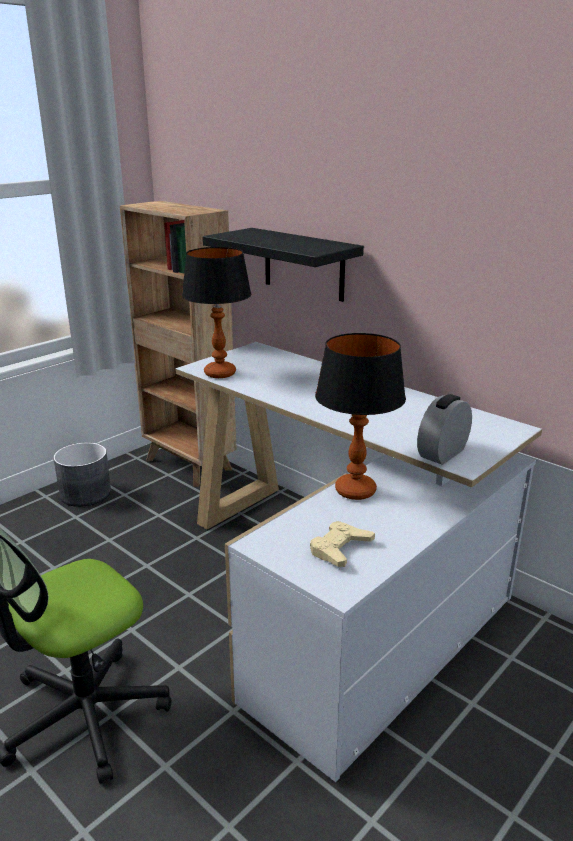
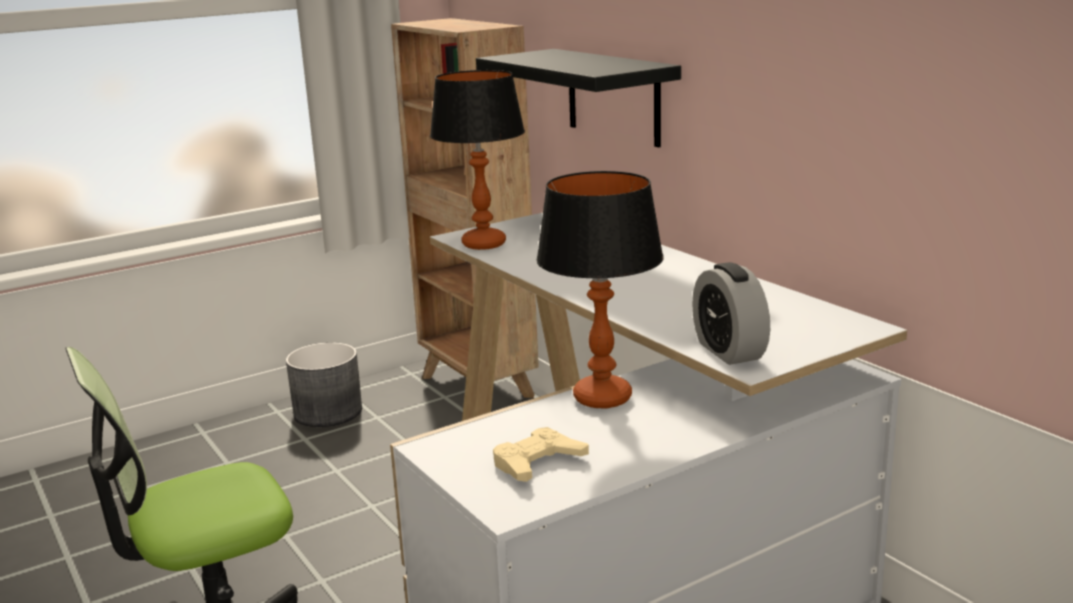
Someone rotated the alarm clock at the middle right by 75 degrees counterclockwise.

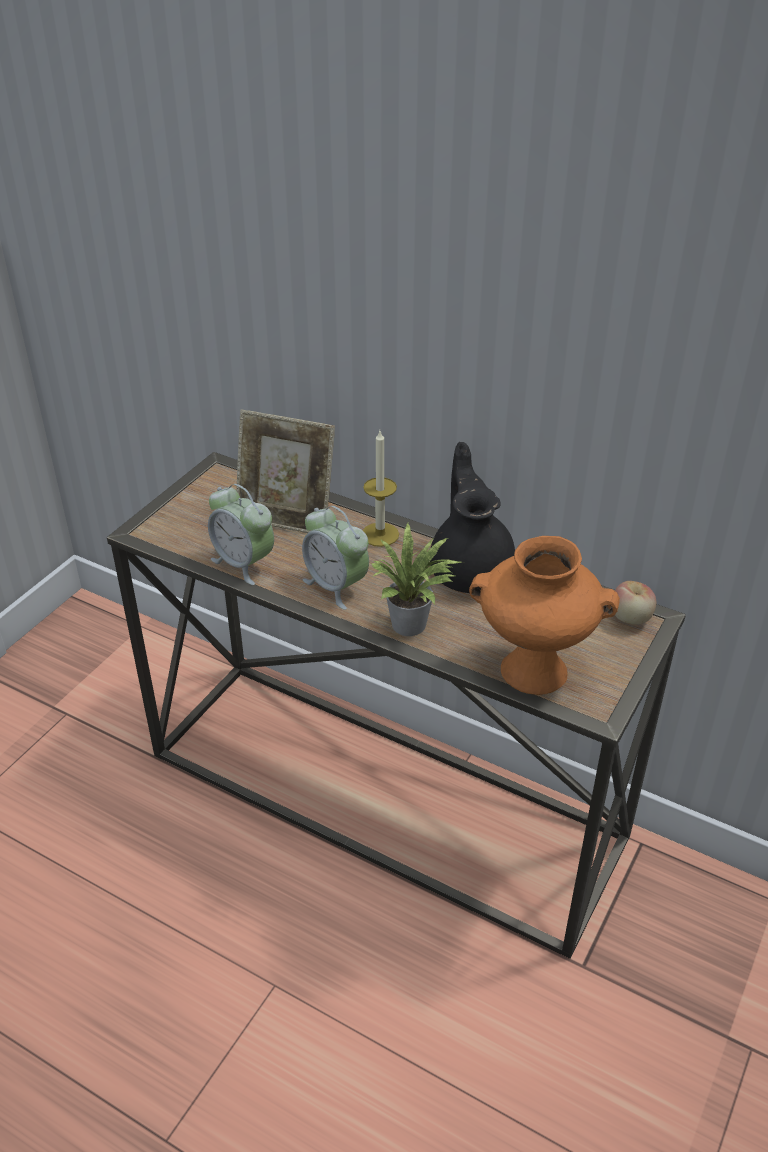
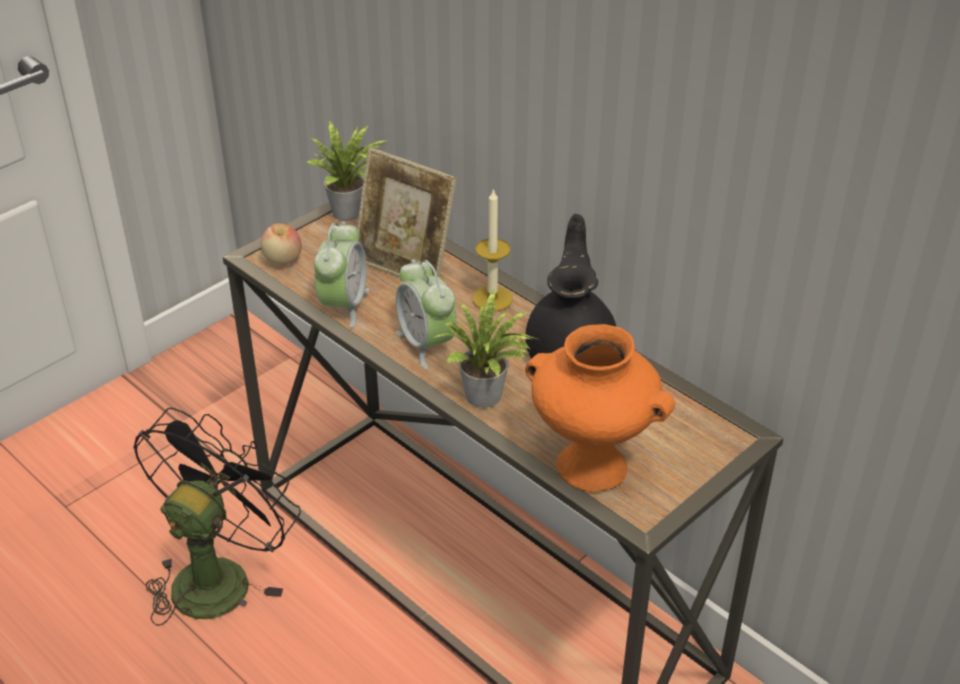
Someone rotated the alarm clock (no. 1 from left) at the middle left by 135 degrees counterclockwise. Someone carried the apple from the middle right to the middle left. Someone put down the black fan at the bottom left. Someone put down the potted plant (no. 1 from left) at the top centre.

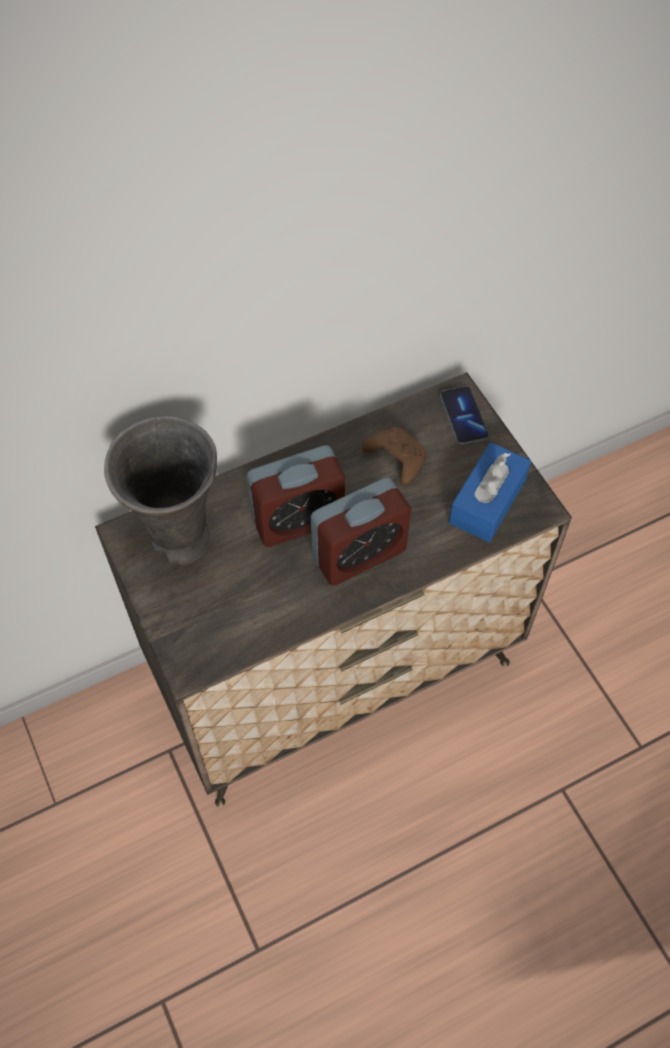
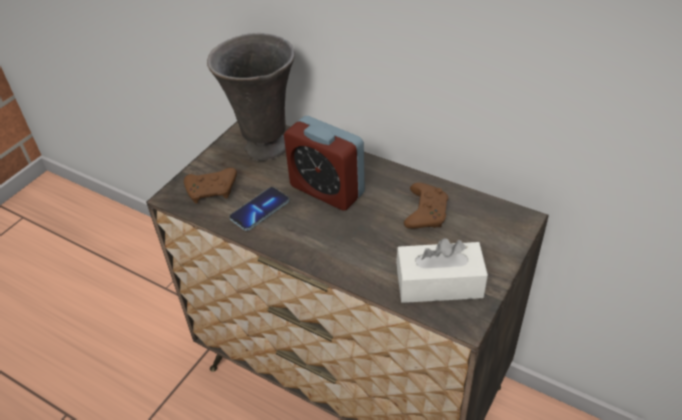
Someone took away the alarm clock (no. 2 from left) at the centre. Someone carried the phone from the middle right to the centre. Someone repainted the blue tissue box at the middle right, which became the white tissue box at the centre. Someone put down the brown game controller (no. 1 from left) at the middle left.

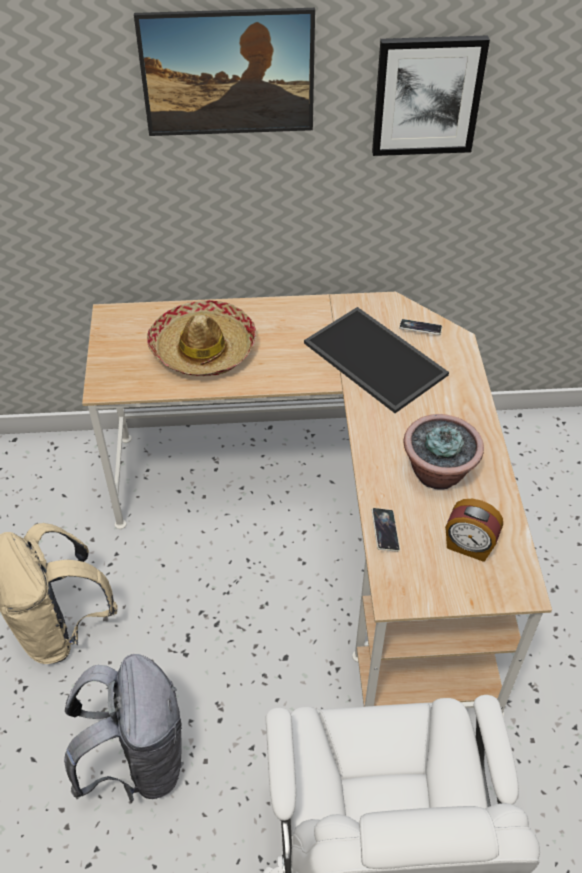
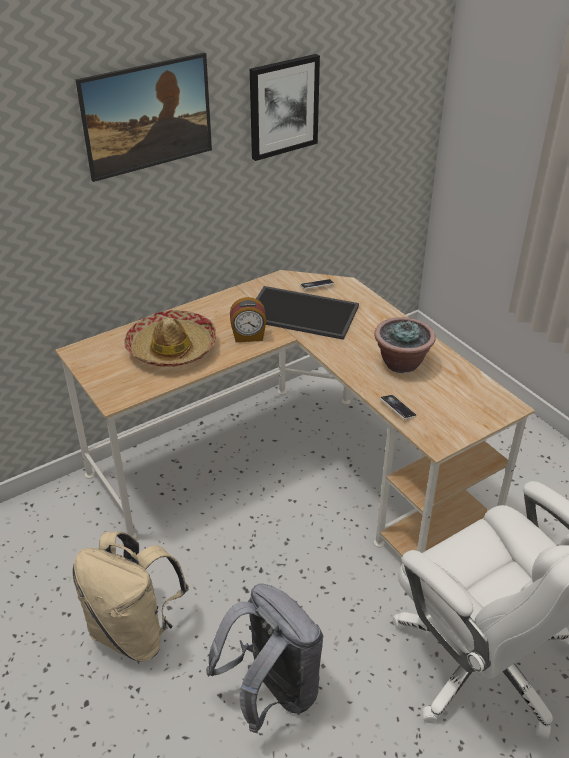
Someone carried the alarm clock from the middle right to the centre.

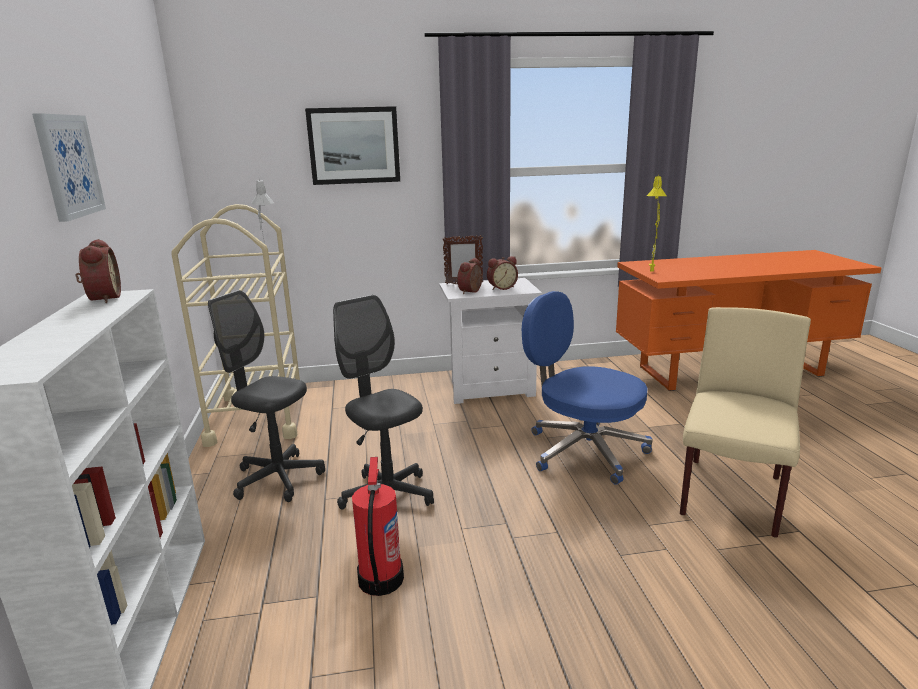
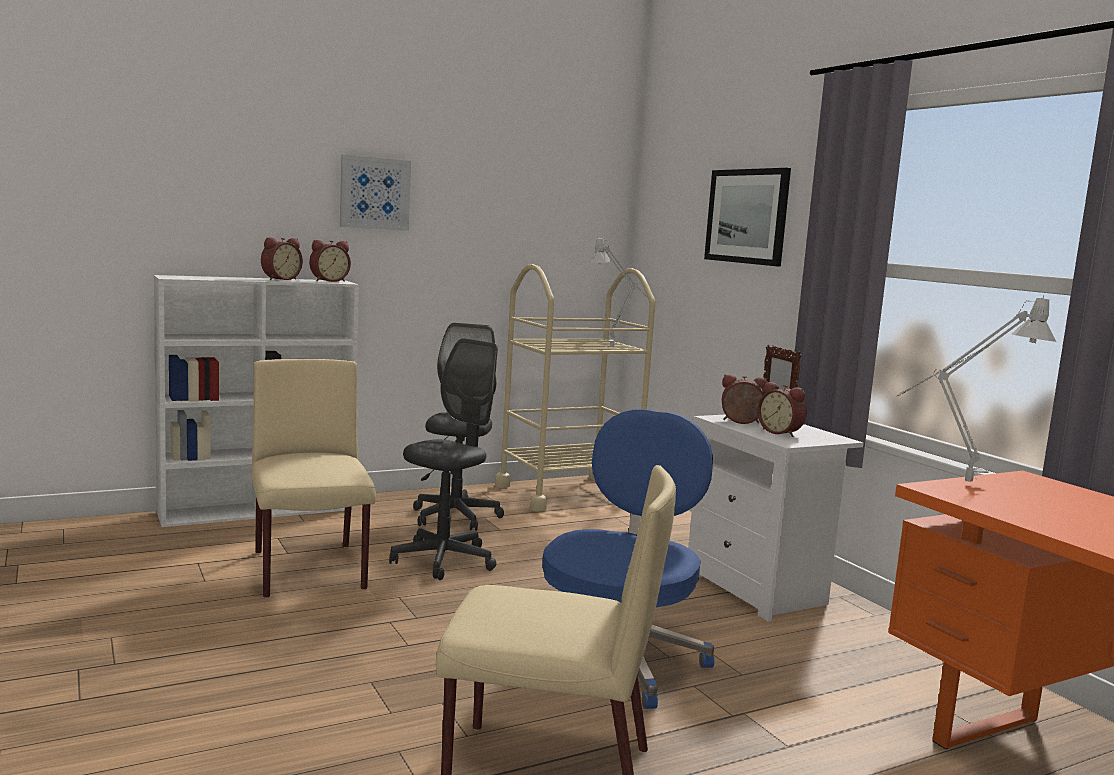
Someone swapped the fire extinguisher at the bottom centre for the beige chair (no. 1 from left) at the middle left. Someone repainted the yellow table lamp at the top right, which became the grey table lamp (no. 2 from left) at the middle right. Someone put down the alarm clock (no. 1 from left) at the top left.

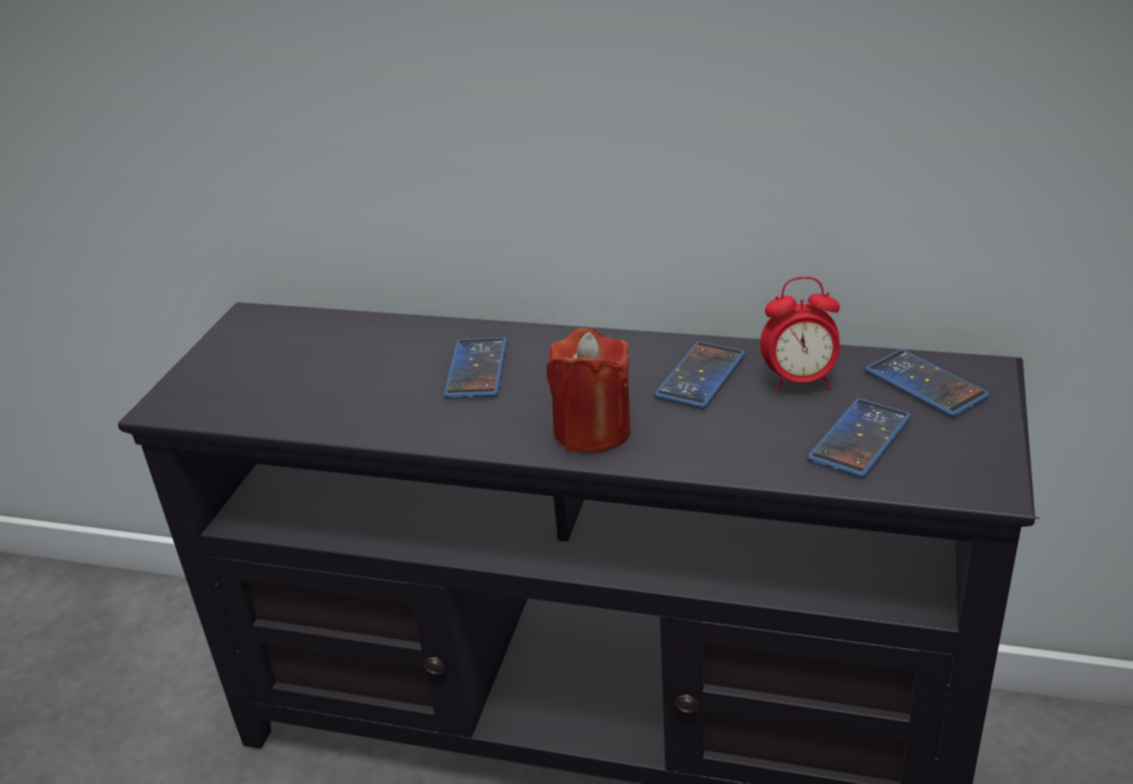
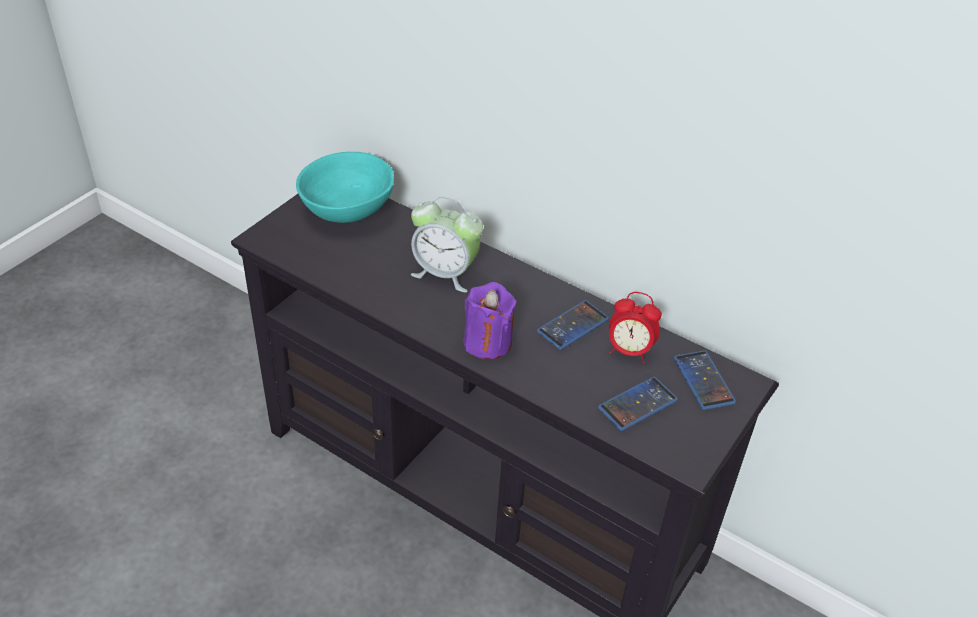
Someone swapped the phone (no. 1 from left) at the centre for the alarm clock (no. 1 from left) at the centre. Someone repainted the red candle at the centre, which became the purple candle at the centre. Someone put down the turquoise bowl at the top centre.

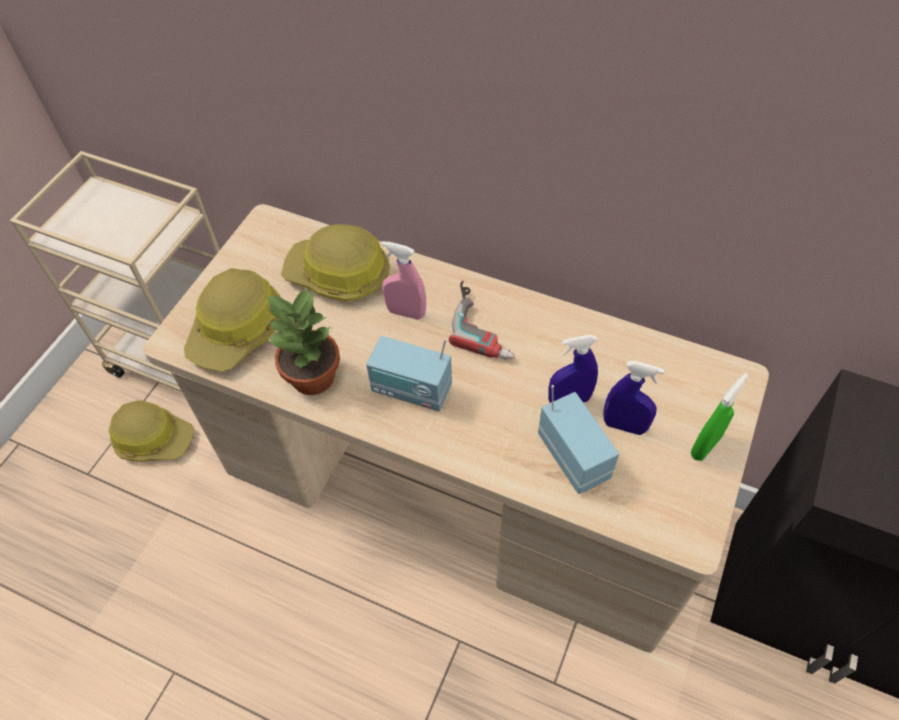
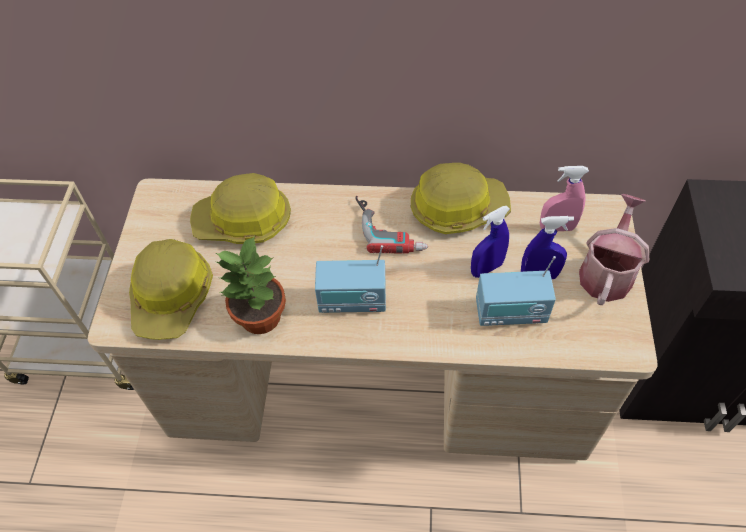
Someone carried the hard hat (no. 1 from left in the first image) from the middle left to the centre. Someone carried the pink spray bottle from the centre to the middle right. Someone rotated the radio (no. 2 from left) at the centre by 135 degrees clockwise. Someone swapped the green spray bottle at the middle right for the watering can at the middle right.

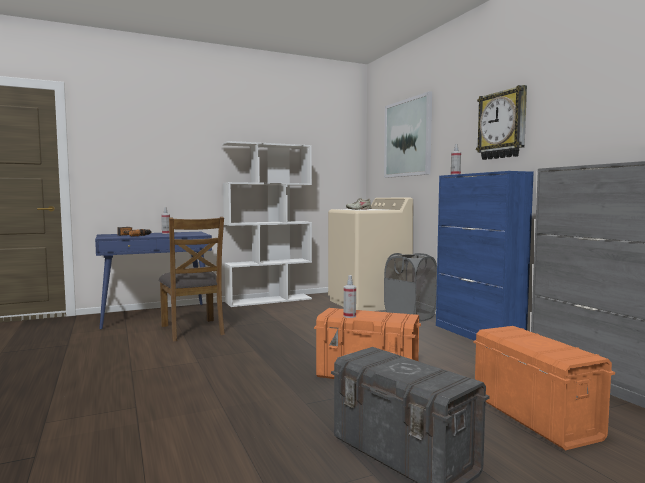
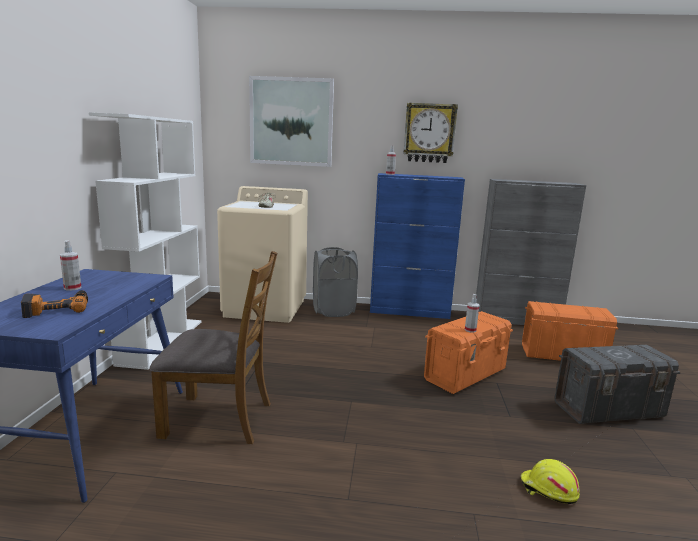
Someone put down the yellow hard hat at the bottom right.

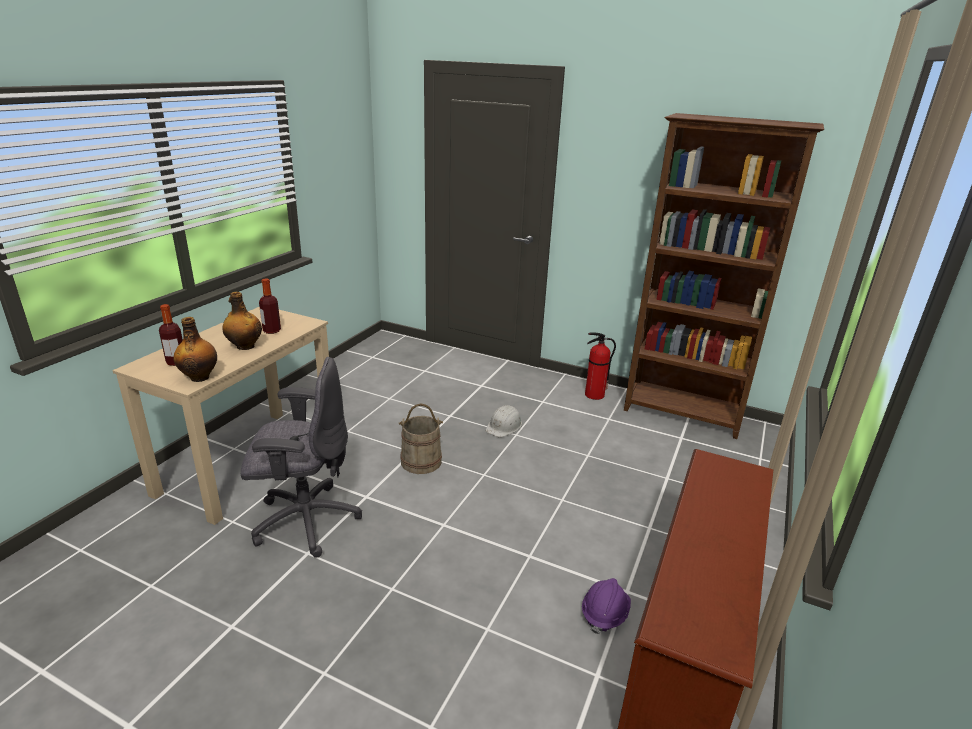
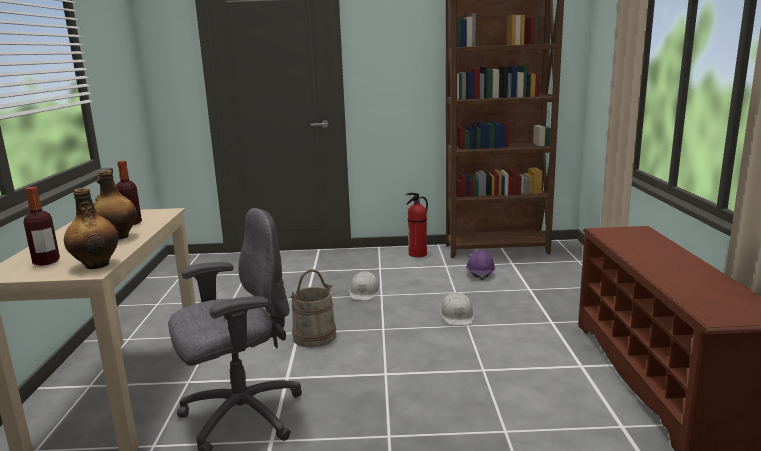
Someone carried the purple hard hat from the bottom centre to the centre. Someone put down the white hard hat (no. 2 from left) at the bottom centre.

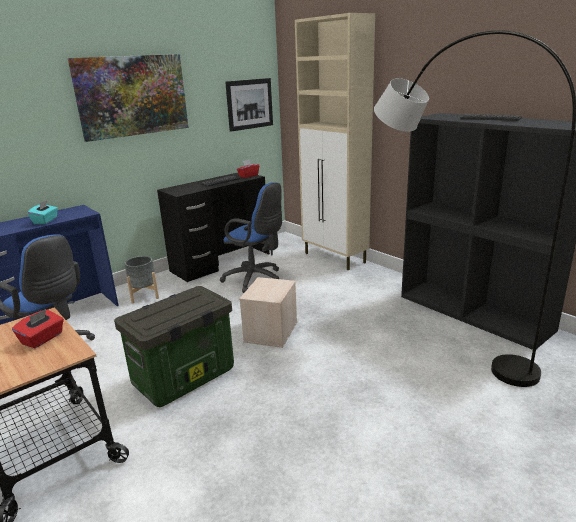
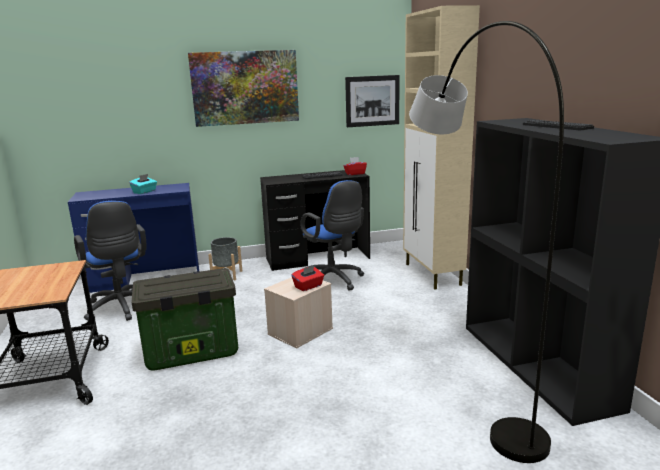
Someone carried the red tissue box (no. 1 from left) from the middle left to the centre.

